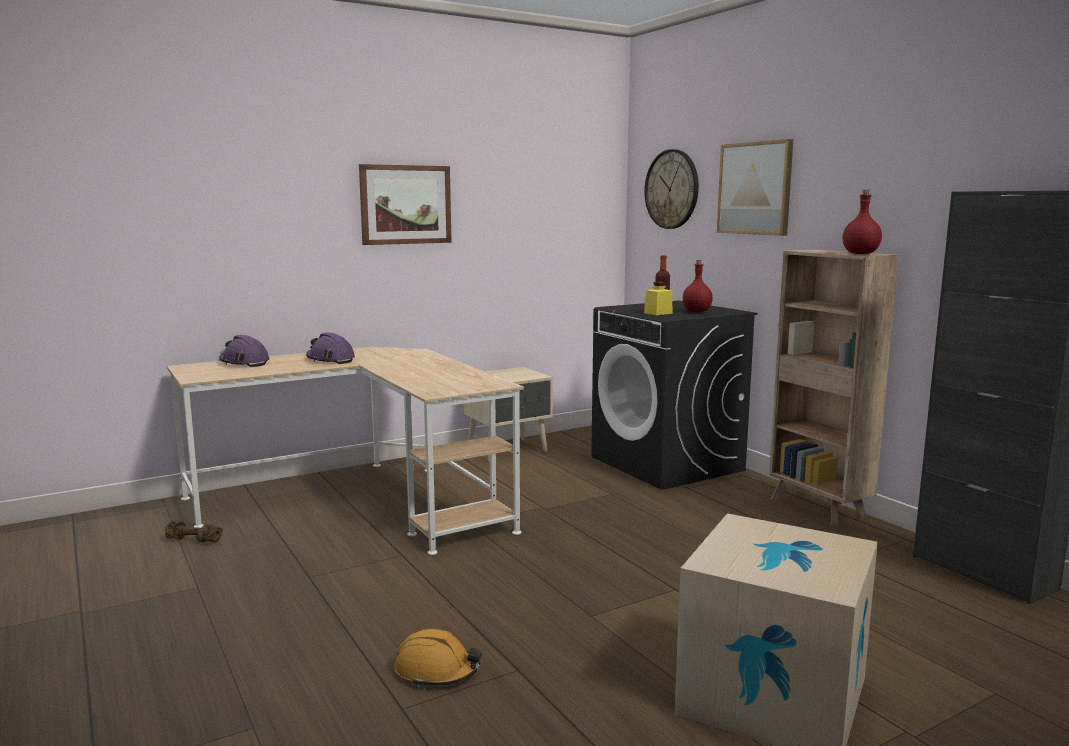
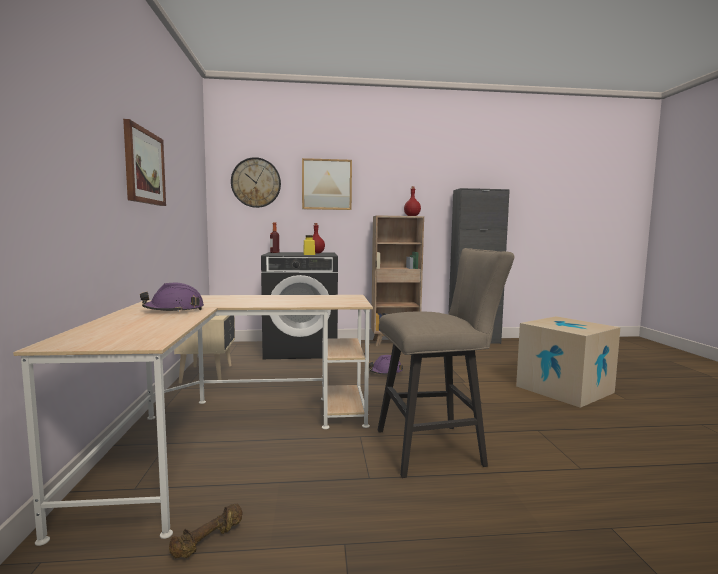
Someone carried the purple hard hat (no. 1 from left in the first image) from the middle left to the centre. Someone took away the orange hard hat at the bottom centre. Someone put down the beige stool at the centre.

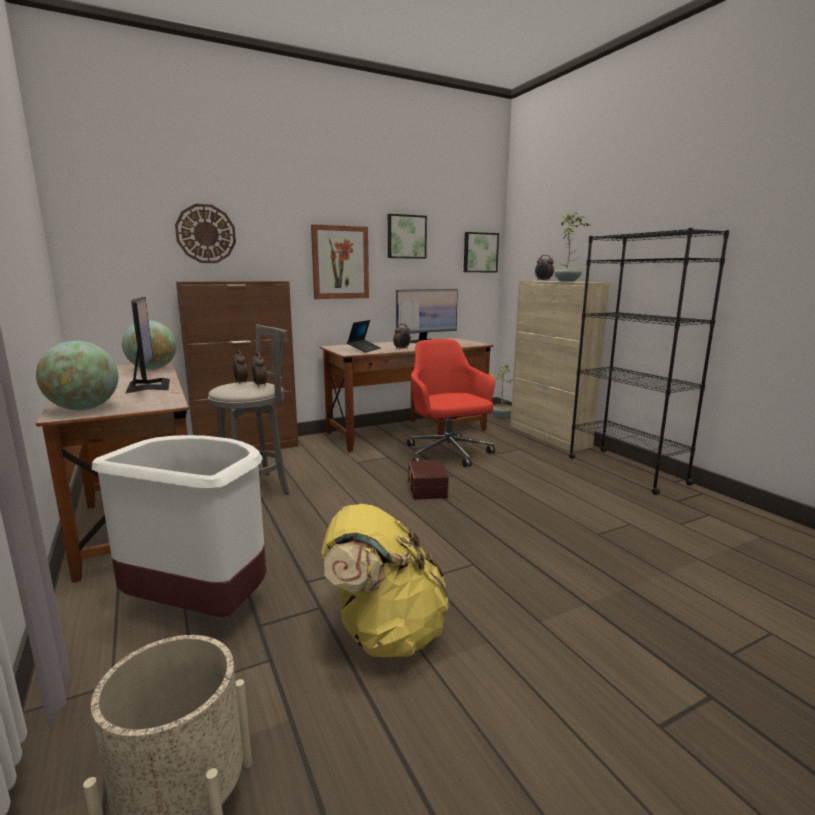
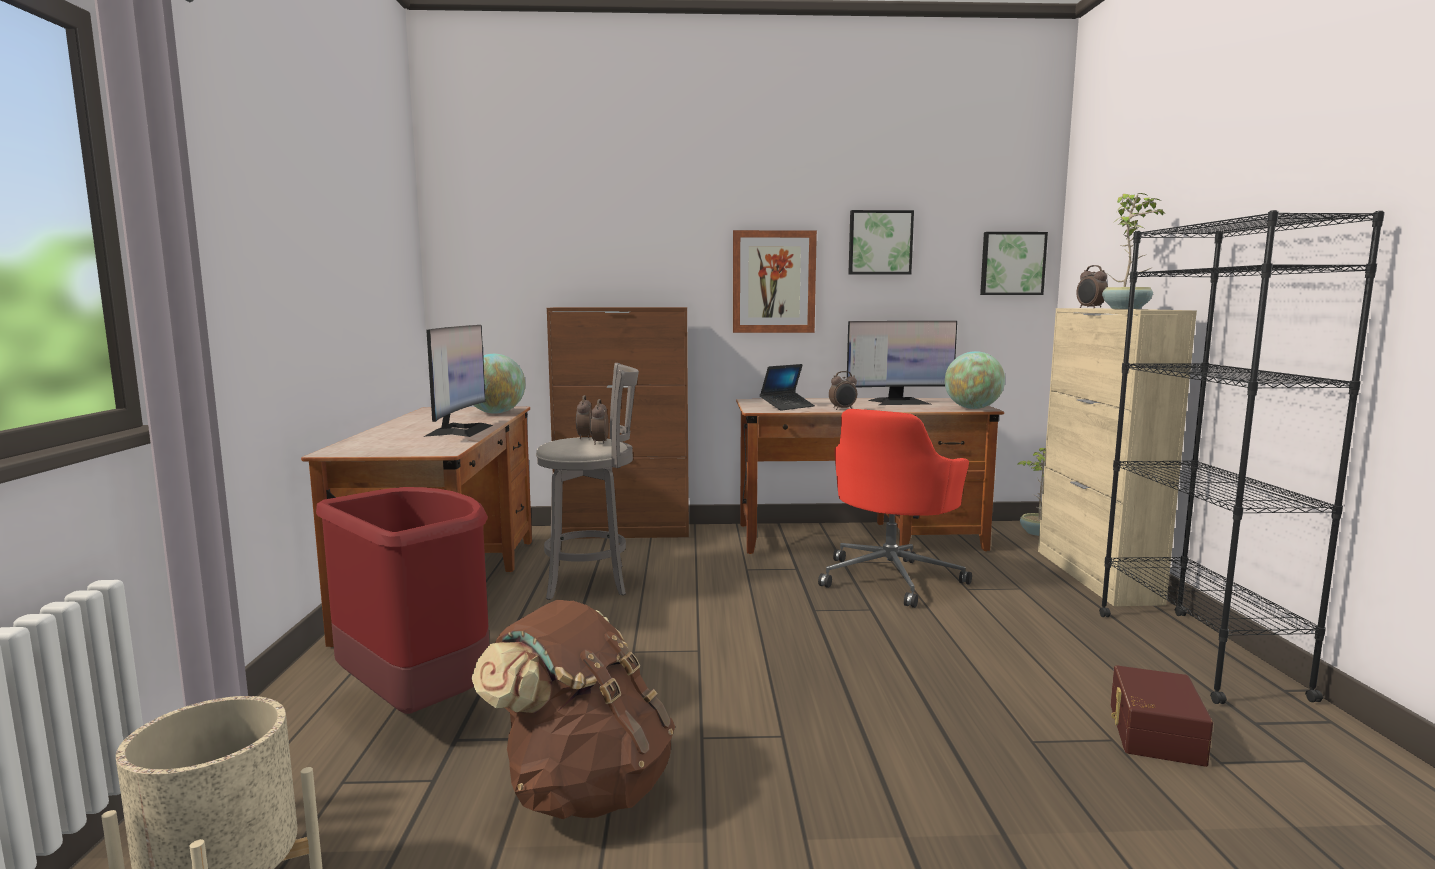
Someone carried the globe (no. 1 from left in the first image) from the middle left to the middle right. Someone repainted the white trash can at the middle left, which became the red trash can at the bottom left. Someone took away the wall clock at the top left. Someone repainted the yellow backpack at the bottom centre, which became the brown backpack at the bottom centre. Someone rotated the red office chair at the centre by 150 degrees counterclockwise. Someone carried the brown storage box from the centre to the bottom right.

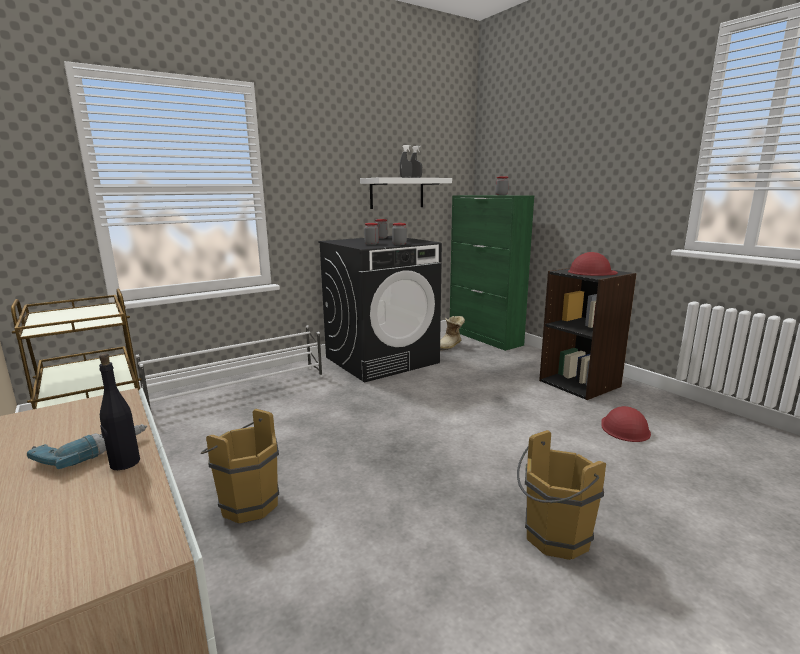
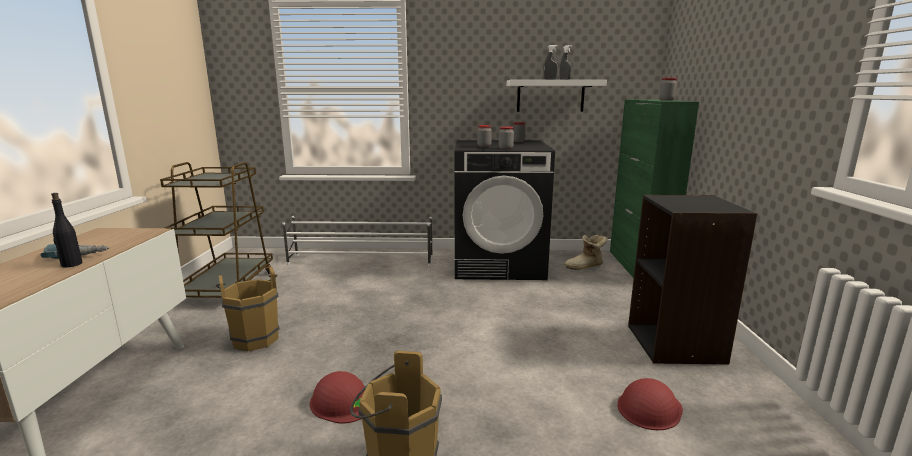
Someone carried the red hard hat (no. 1 from left) from the middle right to the bottom centre.

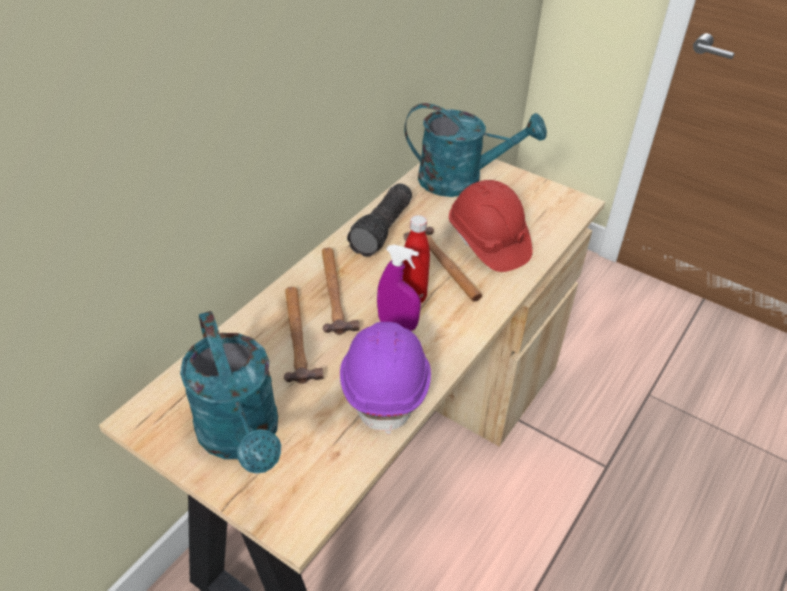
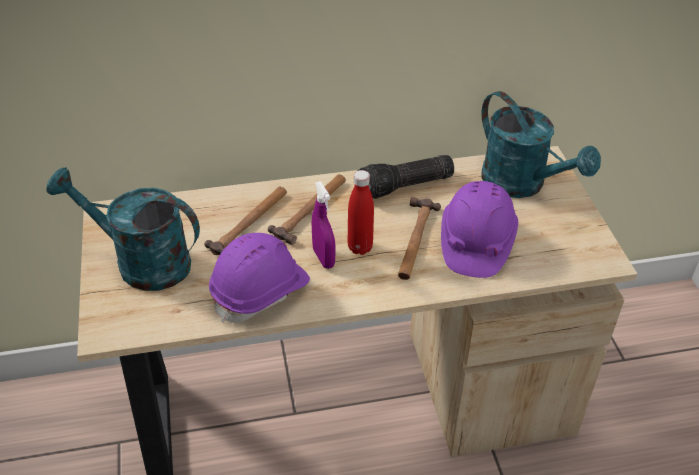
Someone rotated the turquoise watering can (no. 1 from left) at the middle left by 90 degrees clockwise. Someone repainted the red hard hat at the centre, which became the purple hard hat (no. 2 from left) at the middle right.

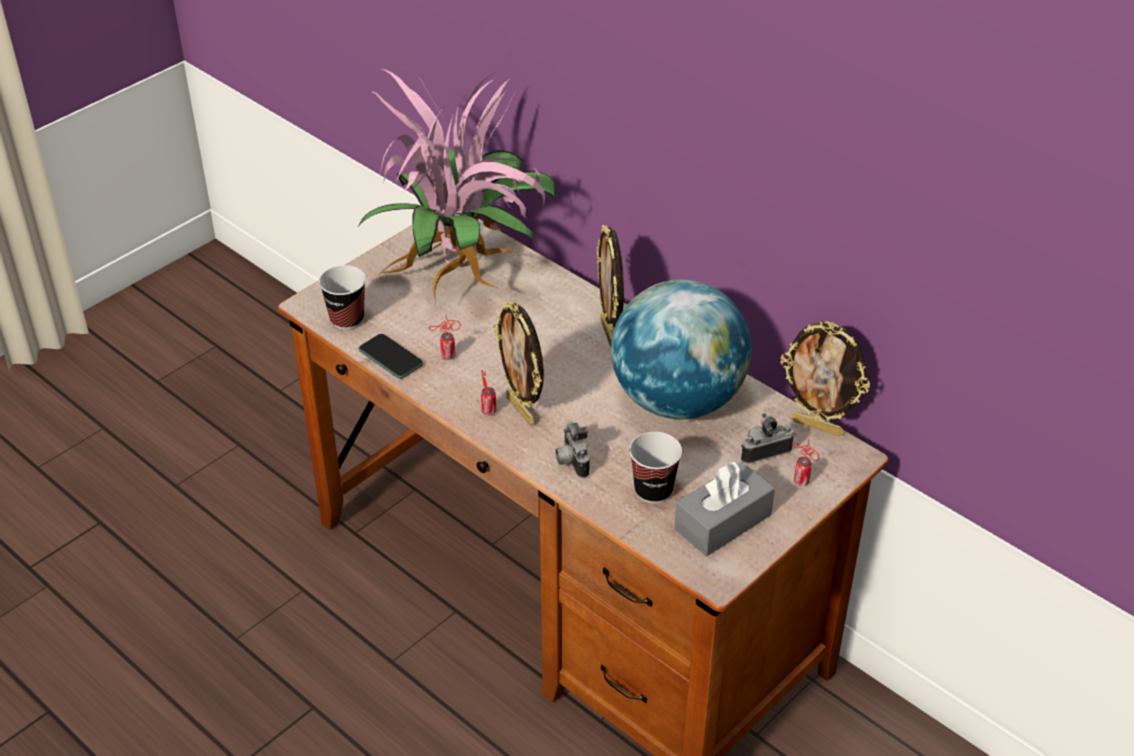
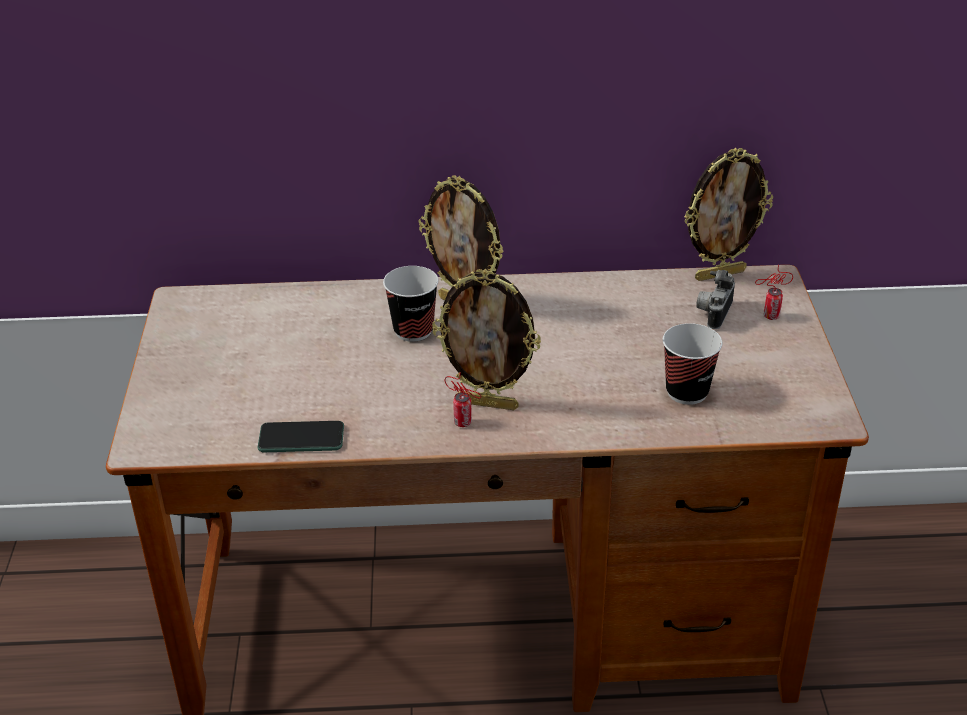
Someone carried the cup (no. 1 from left) from the middle left to the centre. Someone took away the potted plant at the top centre. Someone took away the can (no. 1 from left) at the centre. Someone took away the photo camera (no. 1 from left) at the centre. Someone took away the globe at the centre. Someone took away the grey tissue box at the bottom centre.

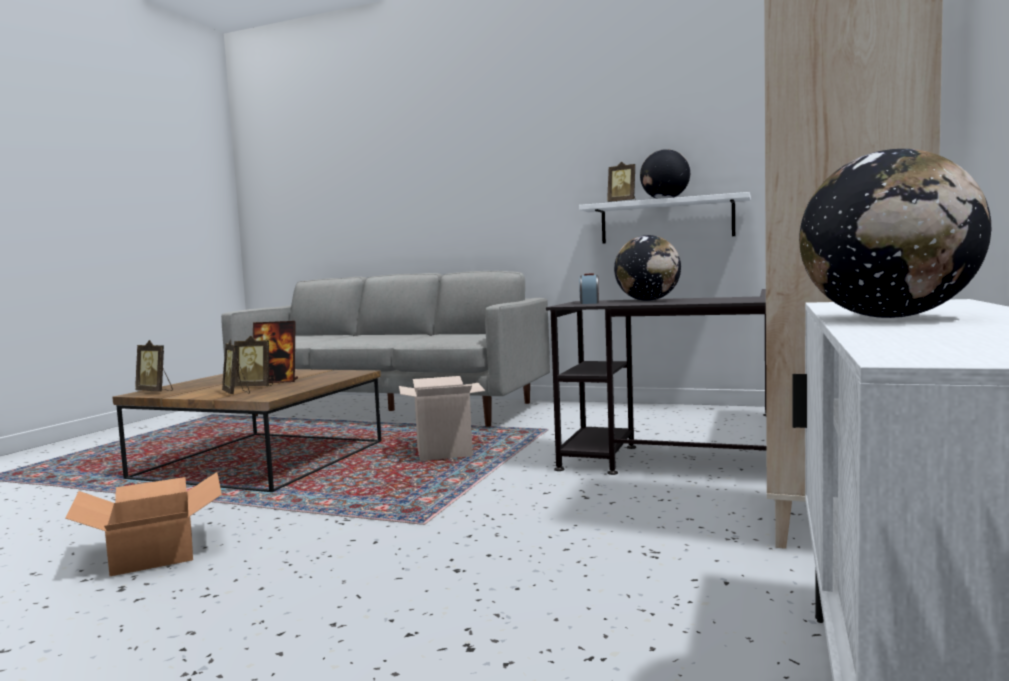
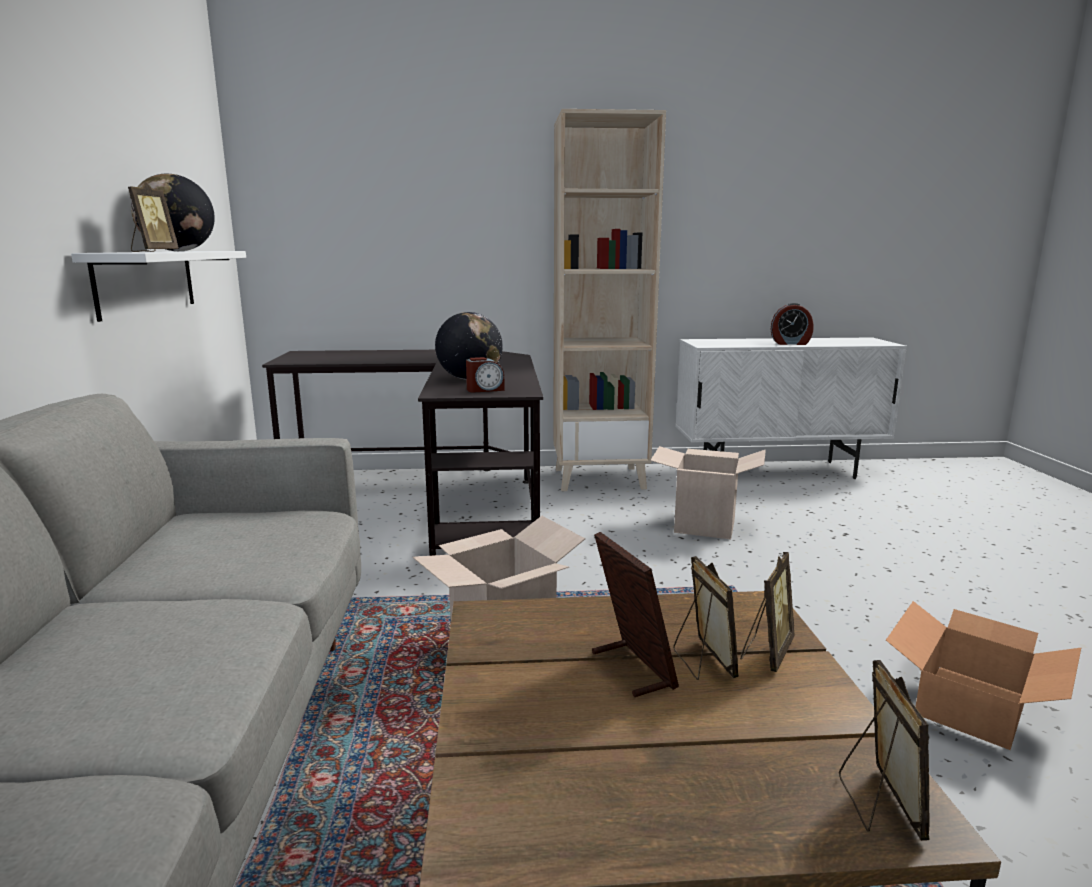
Someone swapped the globe (no. 3 from left) at the middle right for the alarm clock (no. 2 from left) at the middle right. Someone put down the cardboard box (no. 2 from left) at the centre.

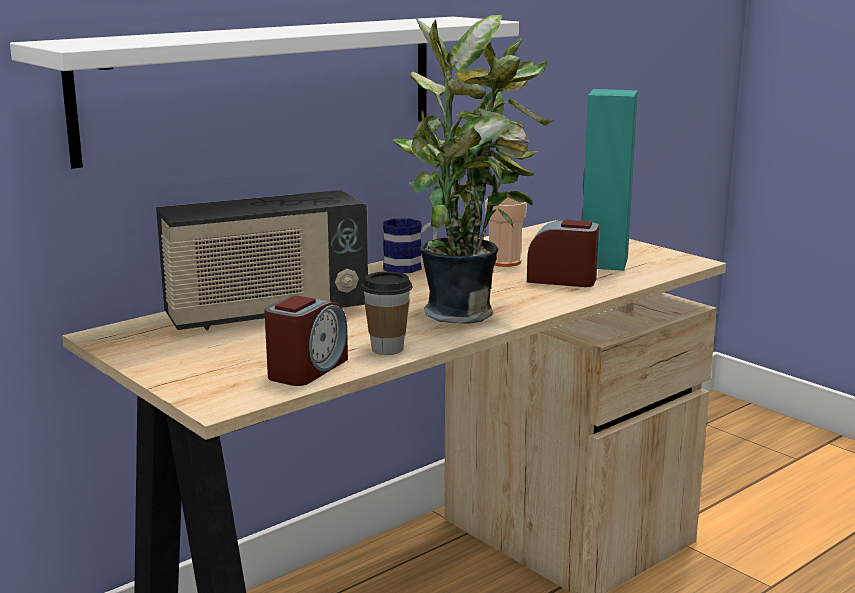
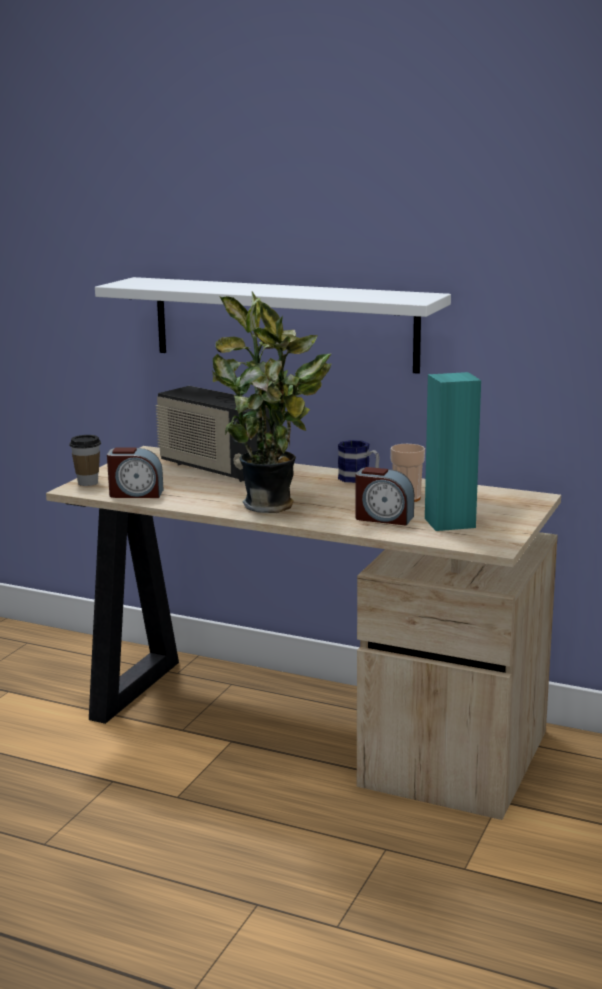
Someone carried the cup (no. 1 from left) from the centre to the middle left. Someone rotated the alarm clock (no. 2 from left) at the centre by 120 degrees clockwise.

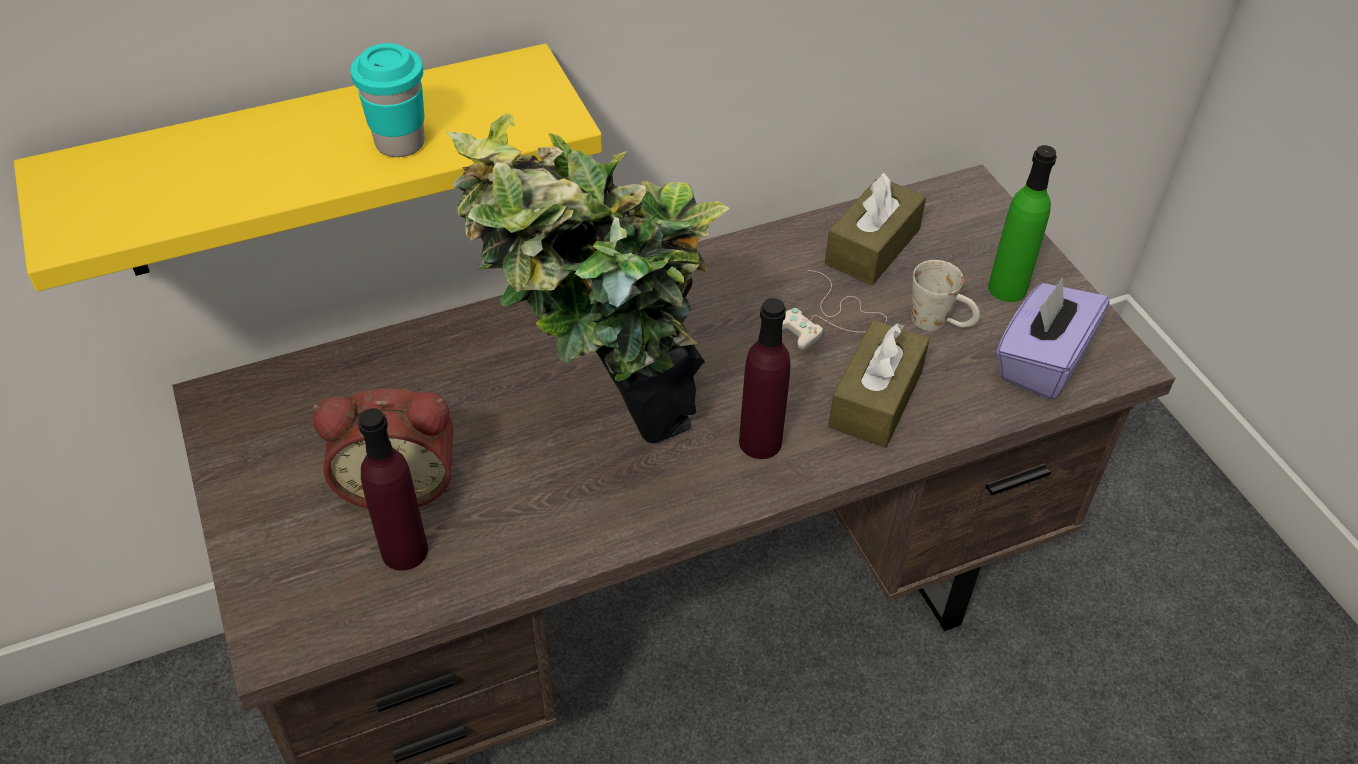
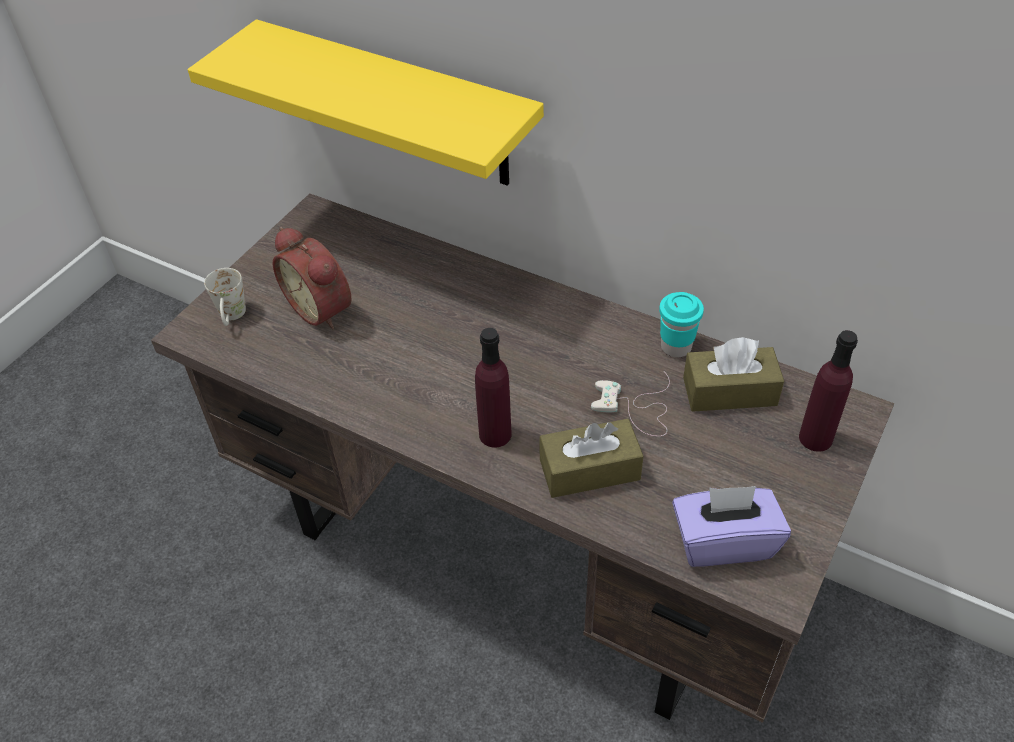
Someone carried the turquoise cup from the top left to the middle right. Someone carried the purple bottle (no. 1 from left in the first image) from the middle left to the middle right. Someone took away the potted plant at the centre. Someone carried the white mug from the middle right to the middle left. Someone took away the green bottle at the top right.

